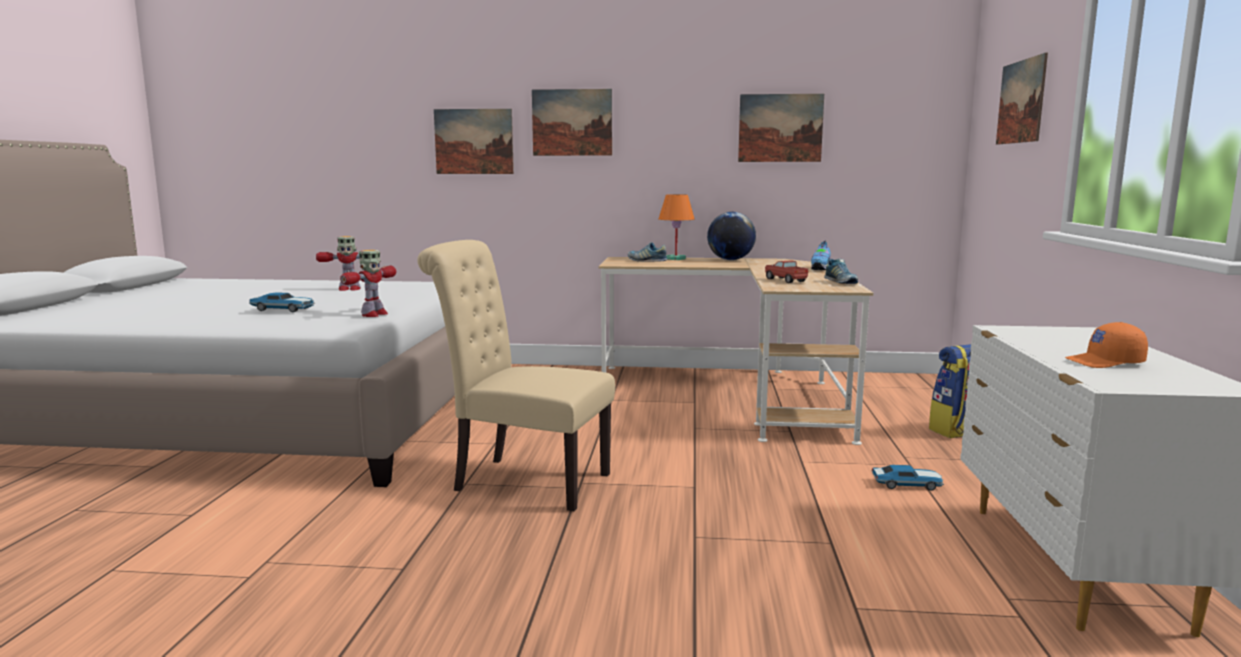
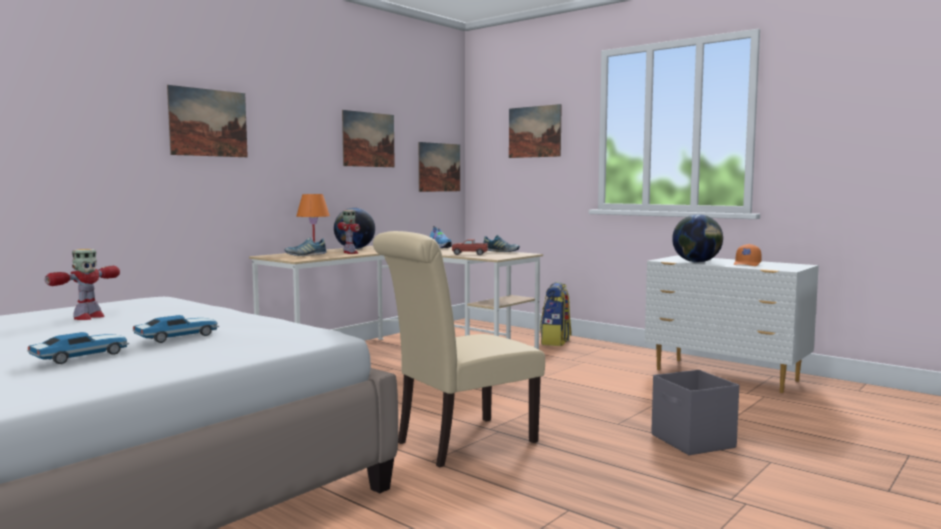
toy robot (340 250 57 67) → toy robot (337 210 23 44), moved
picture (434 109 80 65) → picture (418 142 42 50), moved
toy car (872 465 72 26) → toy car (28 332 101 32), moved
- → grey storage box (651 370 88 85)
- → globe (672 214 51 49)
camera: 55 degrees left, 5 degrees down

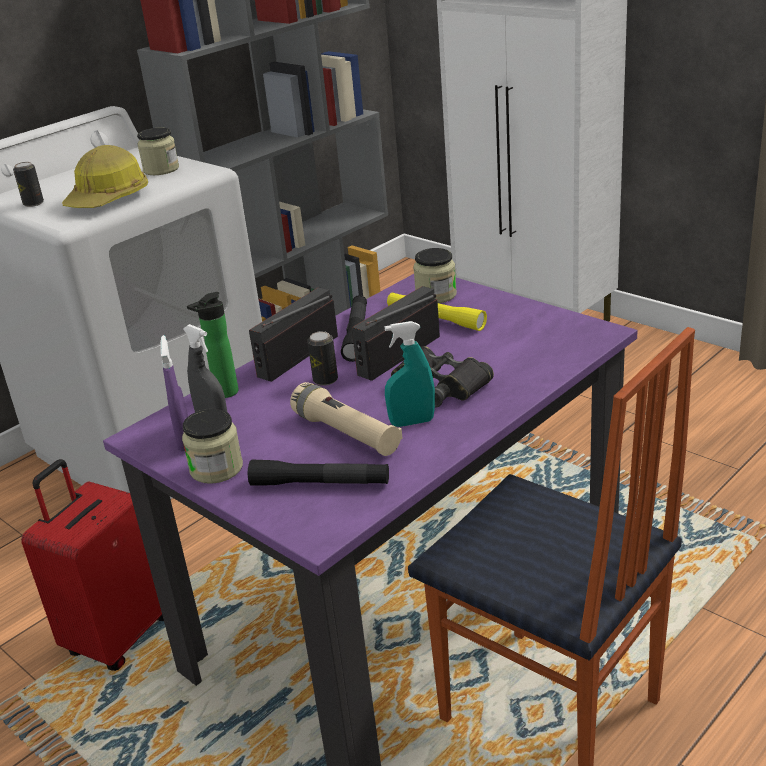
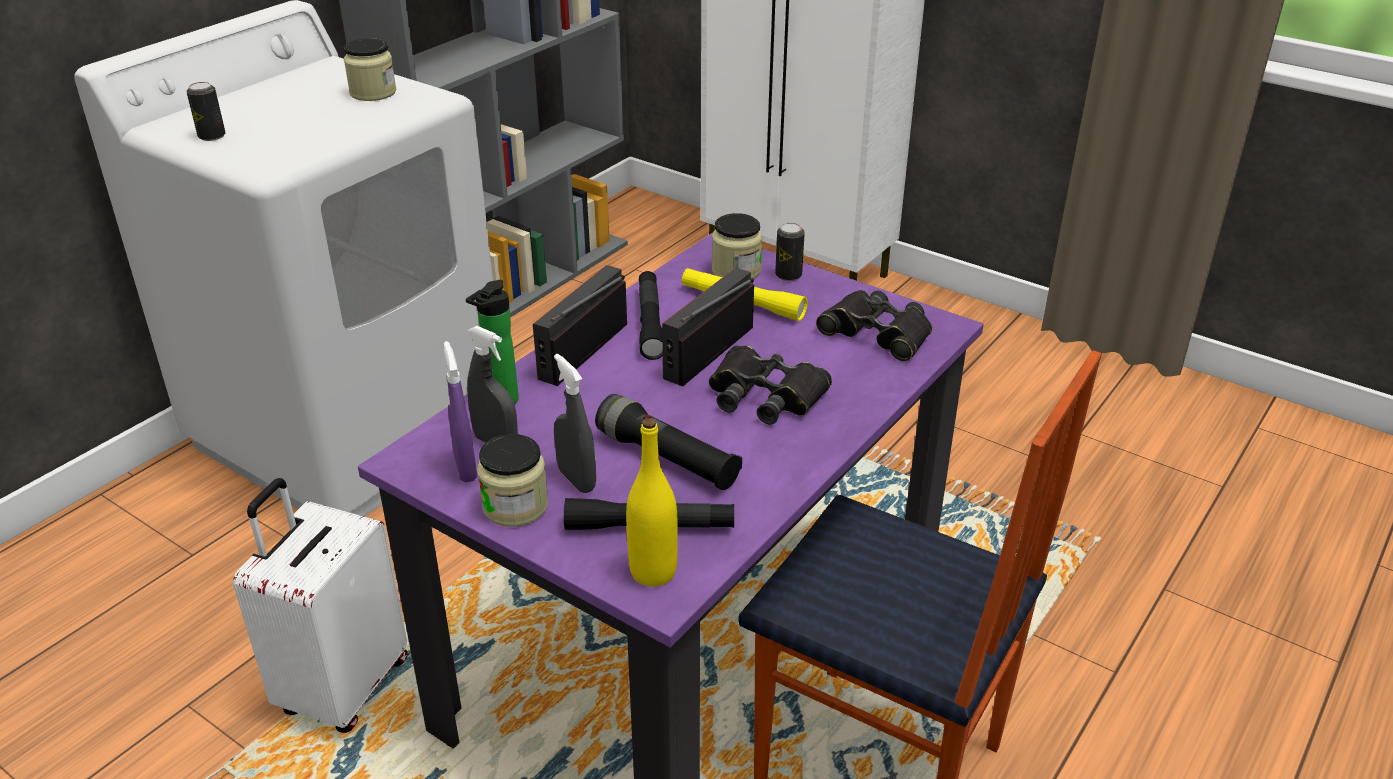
red suitcase (21 459 143 212) → white suitcase (233 478 174 255)
hard hat (62 145 86 63) → -
beige flashlight (290 382 113 74) → black flashlight (595 394 147 96)
can (307 331 31 55) → can (775 223 30 58), moved
turquoise spray bottle (385 321 50 106) → -
- → grey spray bottle (554 354 42 139)
- → yellow bottle (626 418 52 169)
- → black binoculars (816 290 116 71)
camera: 10 degrees left, 5 degrees up

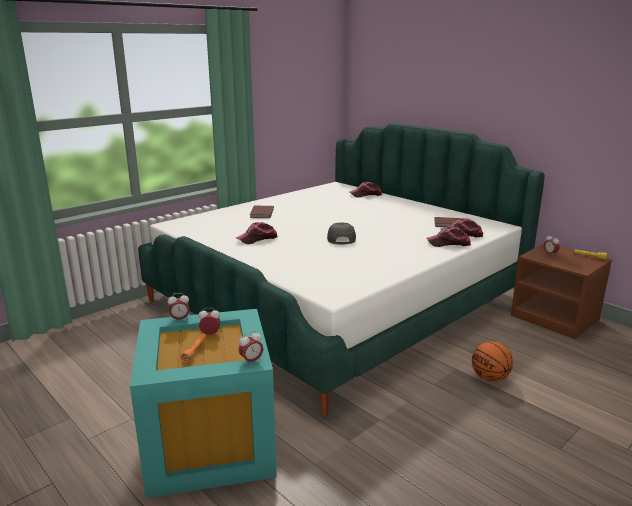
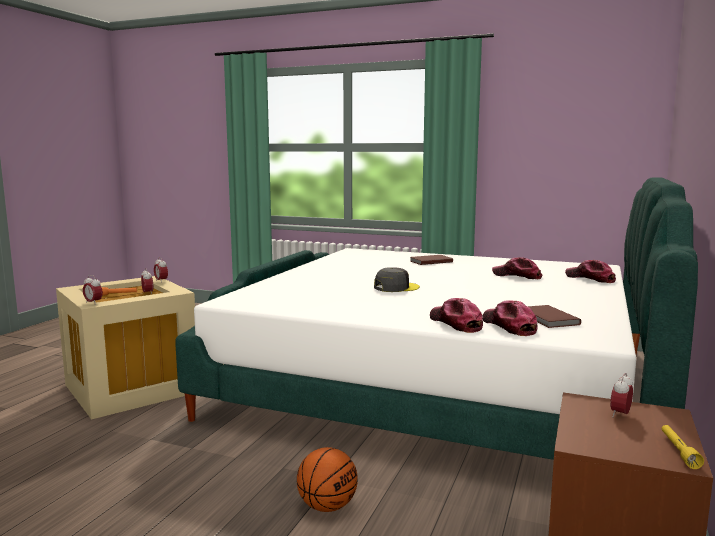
turquoise storage box (130 309 146 189) → beige storage box (56 276 139 143)
cap (236 222 42 22) → cap (492 257 50 22), moved
camera: 65 degrees right, 10 degrees down

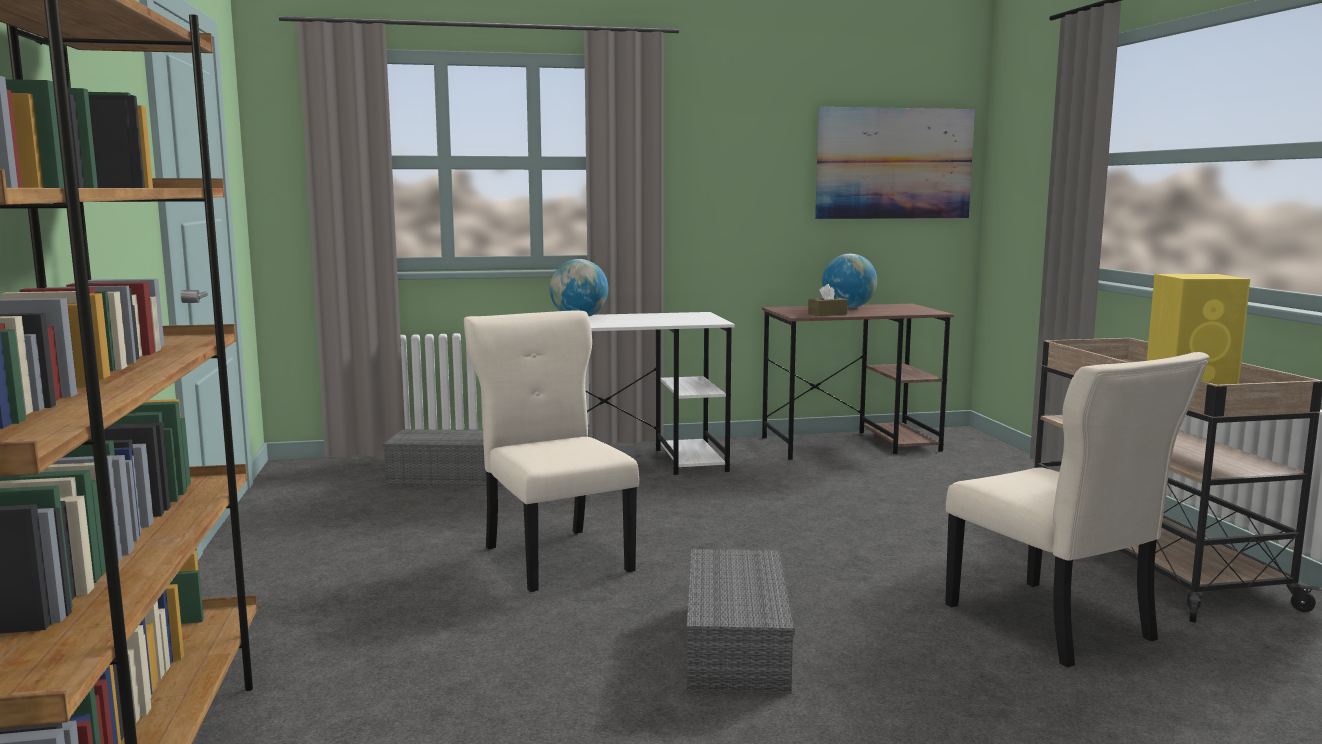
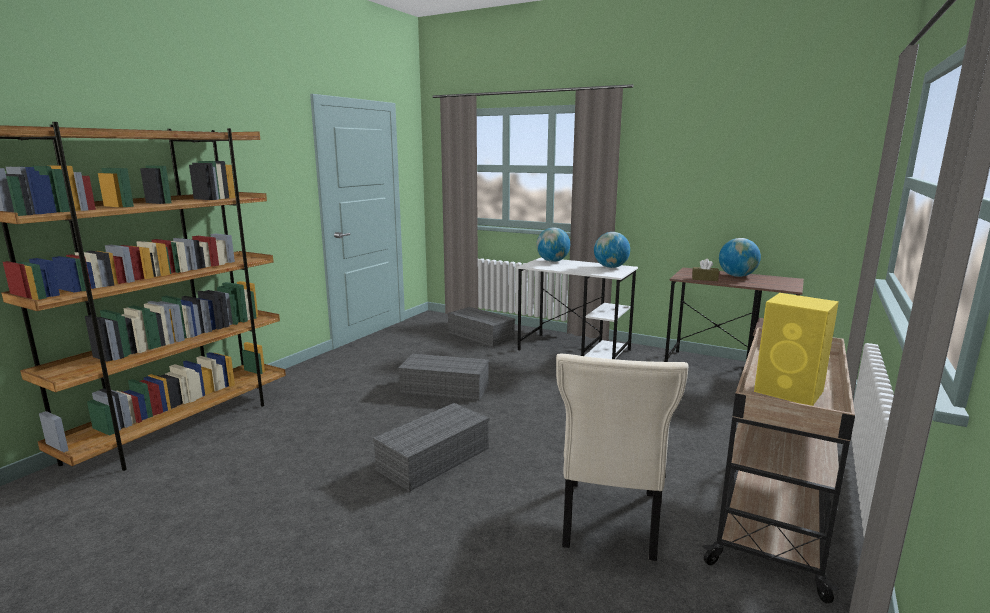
beige chair (464 311 175 281) → grey storage box (398 354 91 47)
picture (815 107 160 112) → -
- → globe (594 232 36 36)
camera: 40 degrees right, 5 degrees up

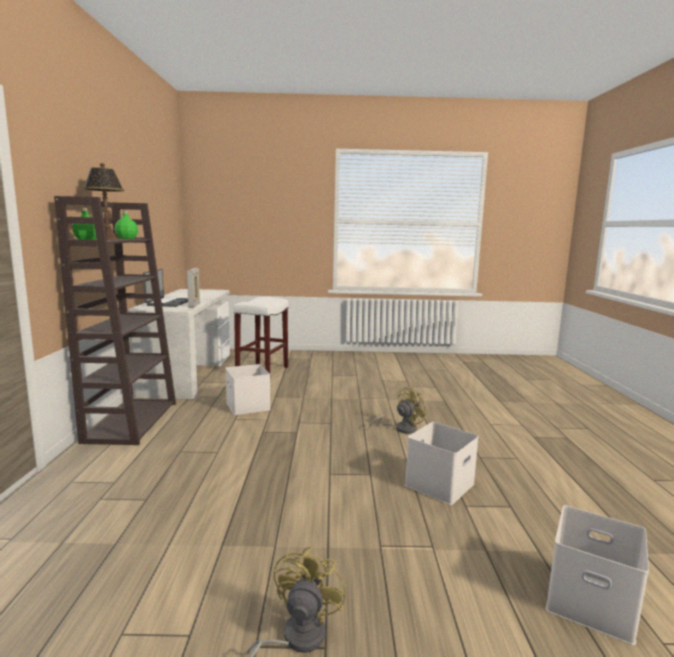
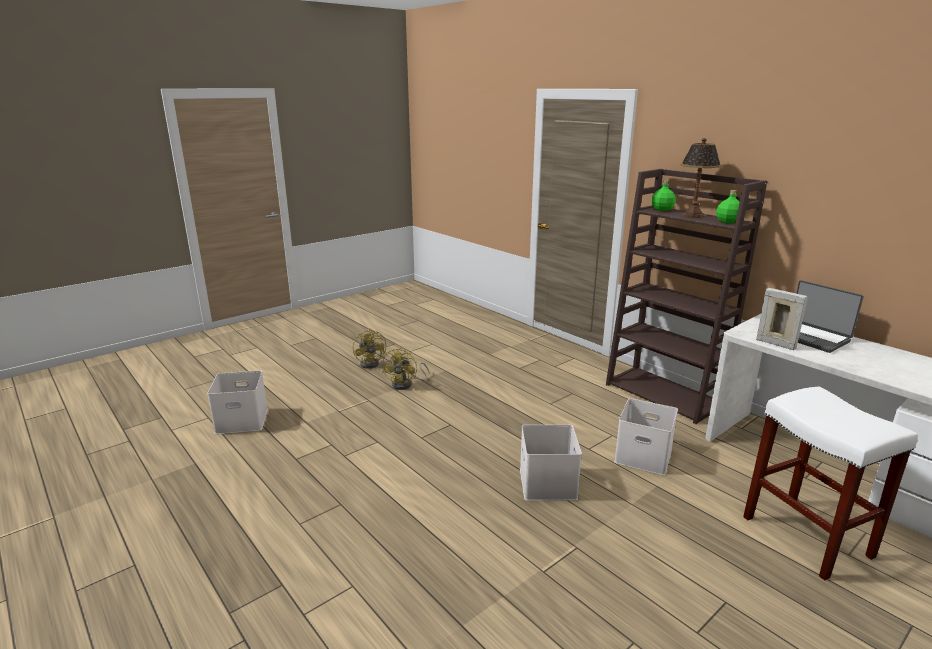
yellow fan (369 386 59 48) → yellow fan (382 347 47 43), moved
white storage box (405 422 74 83) → white storage box (520 425 62 76), moved
camera: 140 degrees right, 10 degrees up

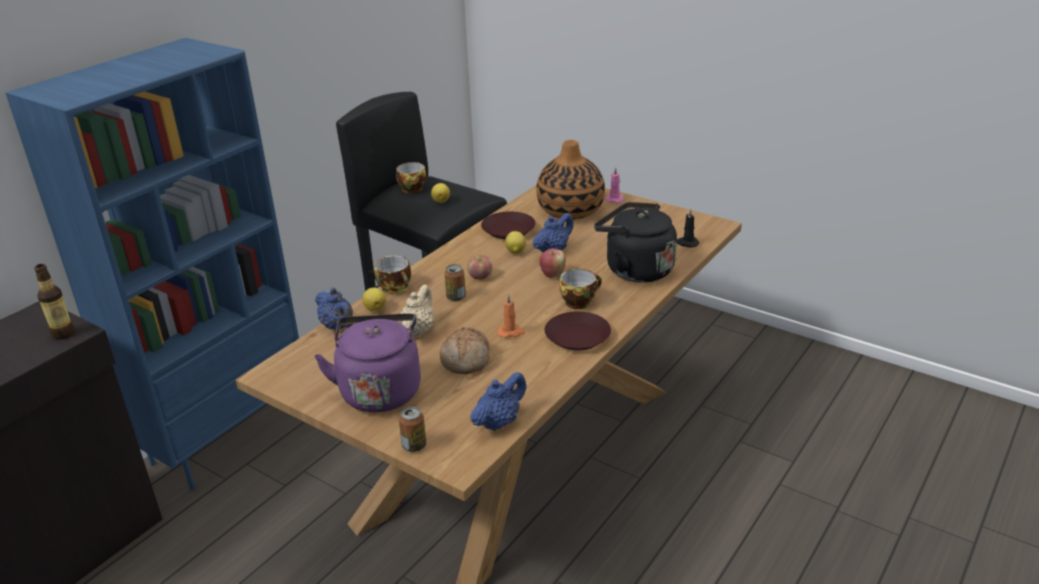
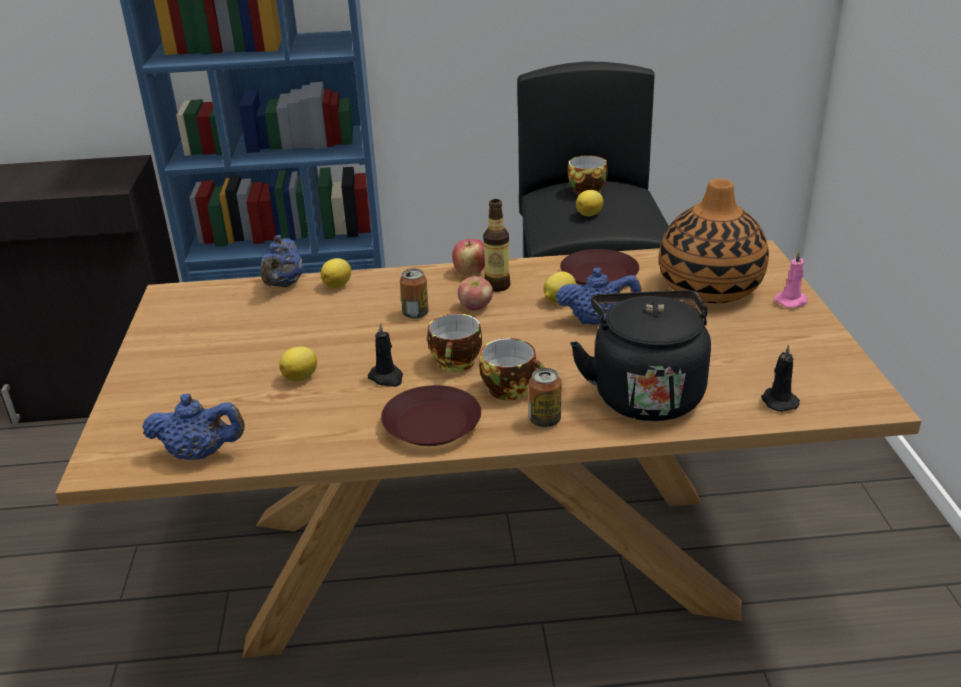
bottle (34 264 41 76) → bottle (483 199 27 93), moved
purple kettle (314 313 107 99) → -
cup (374 256 37 38) → cup (427 313 55 59), moved
beige teapot (399 284 36 53) → -
can (399 406 27 46) → can (529 368 33 60), moved
bread (440 327 50 47) → lemon (279 346 38 36)
orange candle (497 294 28 44) → black candle (368 322 35 65)
apple (540 248 26 30) → apple (452 239 33 37), moved
camera: 50 degrees right, 0 degrees up

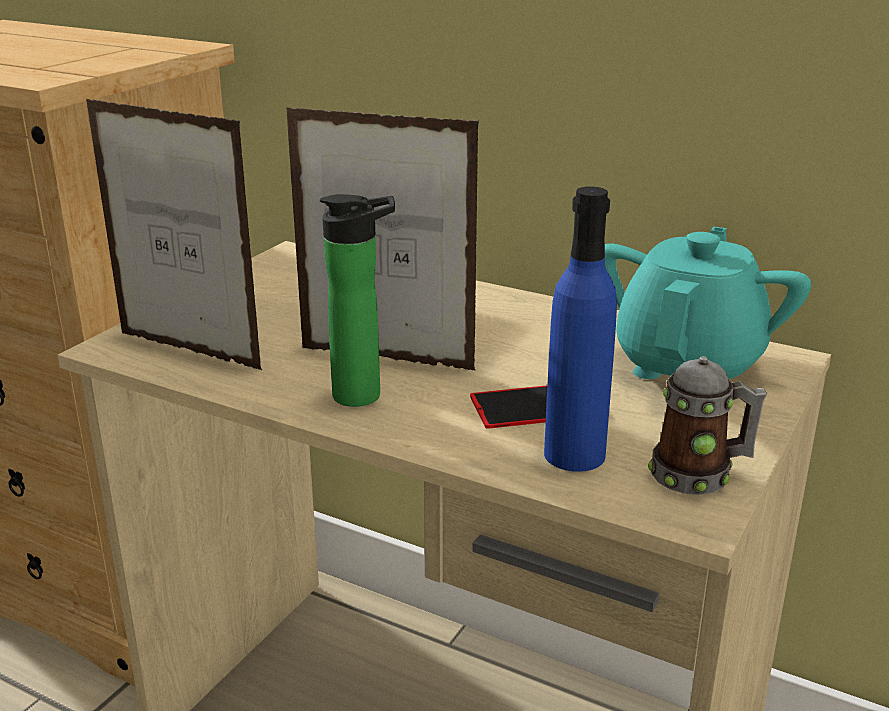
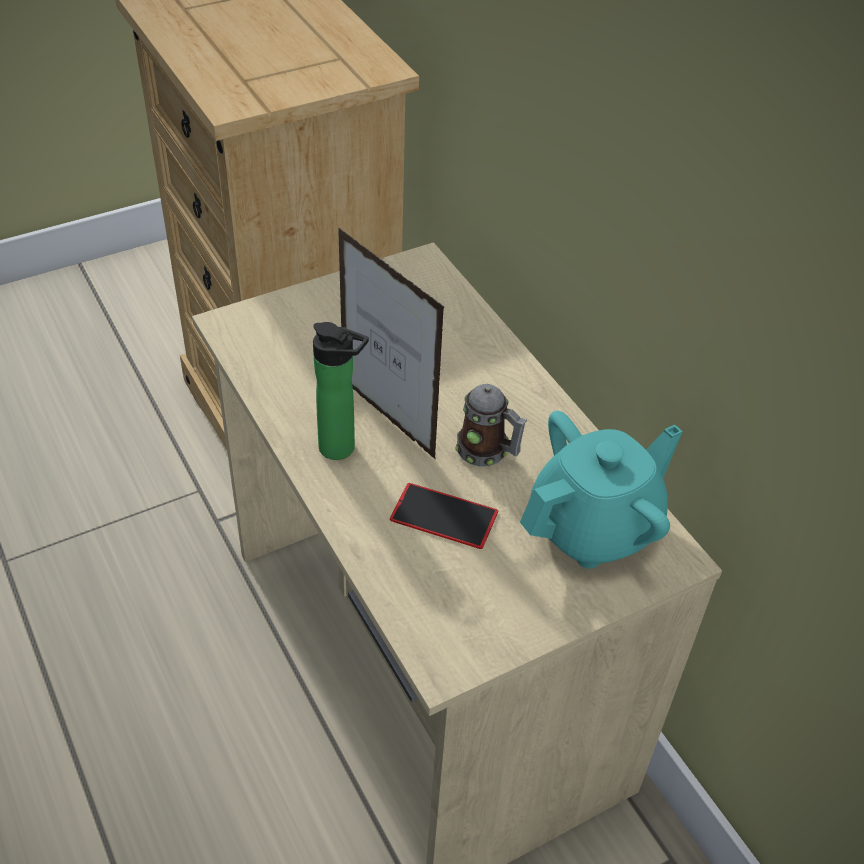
picture frame (86 99 176 271) → -
blue bottle (544 186 73 286) → -
mug (648 356 119 139) → mug (455 384 72 83), moved
camera: 30 degrees right, 20 degrees up

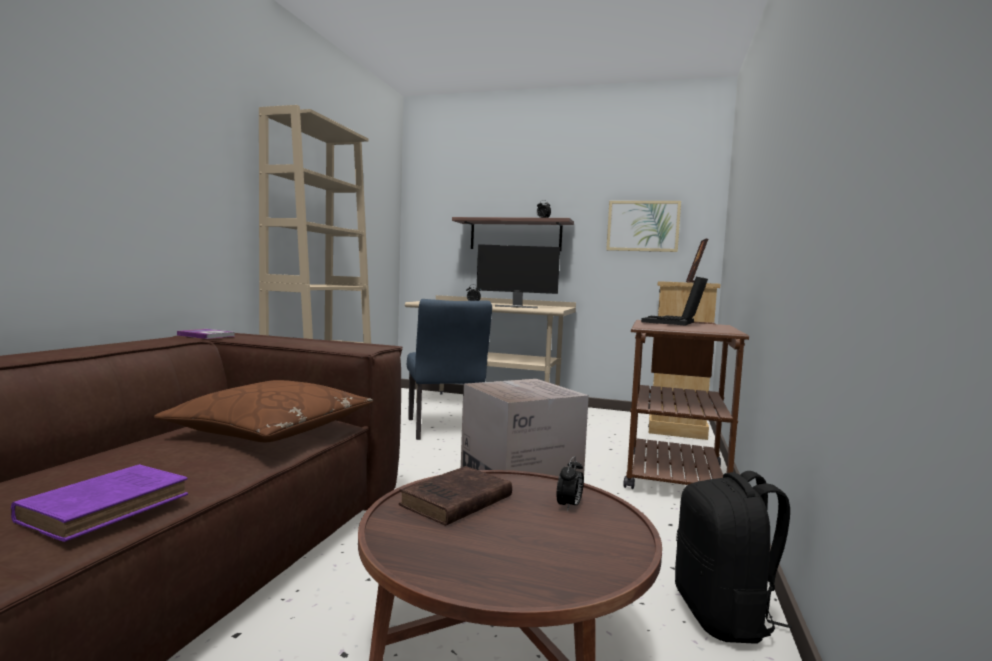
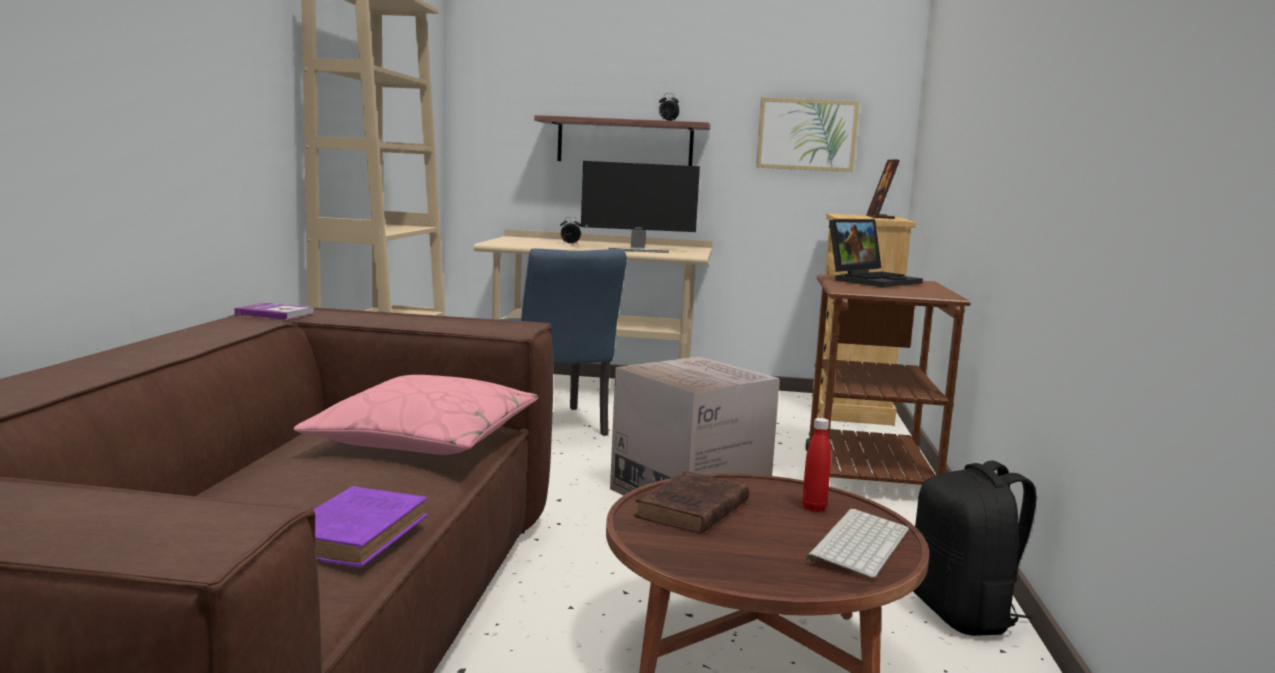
brown pillow (154 380 219 62) → pink pillow (293 375 245 80)
alarm clock (557 456 27 56) → red bottle (802 418 29 94)
laptop (641 277 67 48) → laptop (829 219 94 68), 150 degrees counterclockwise
- → keyboard (805 509 104 69)
camera: 10 degrees left, 5 degrees up

